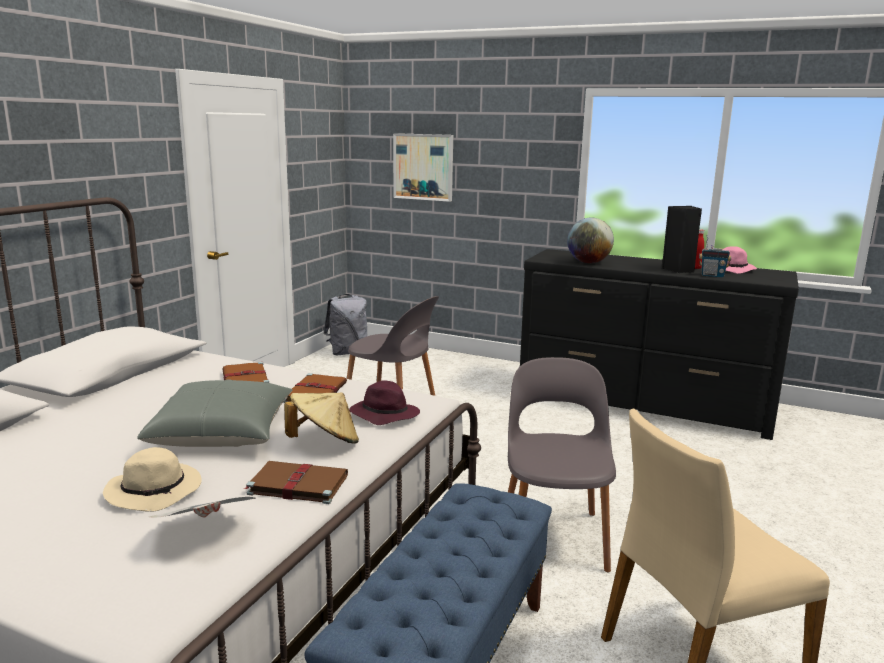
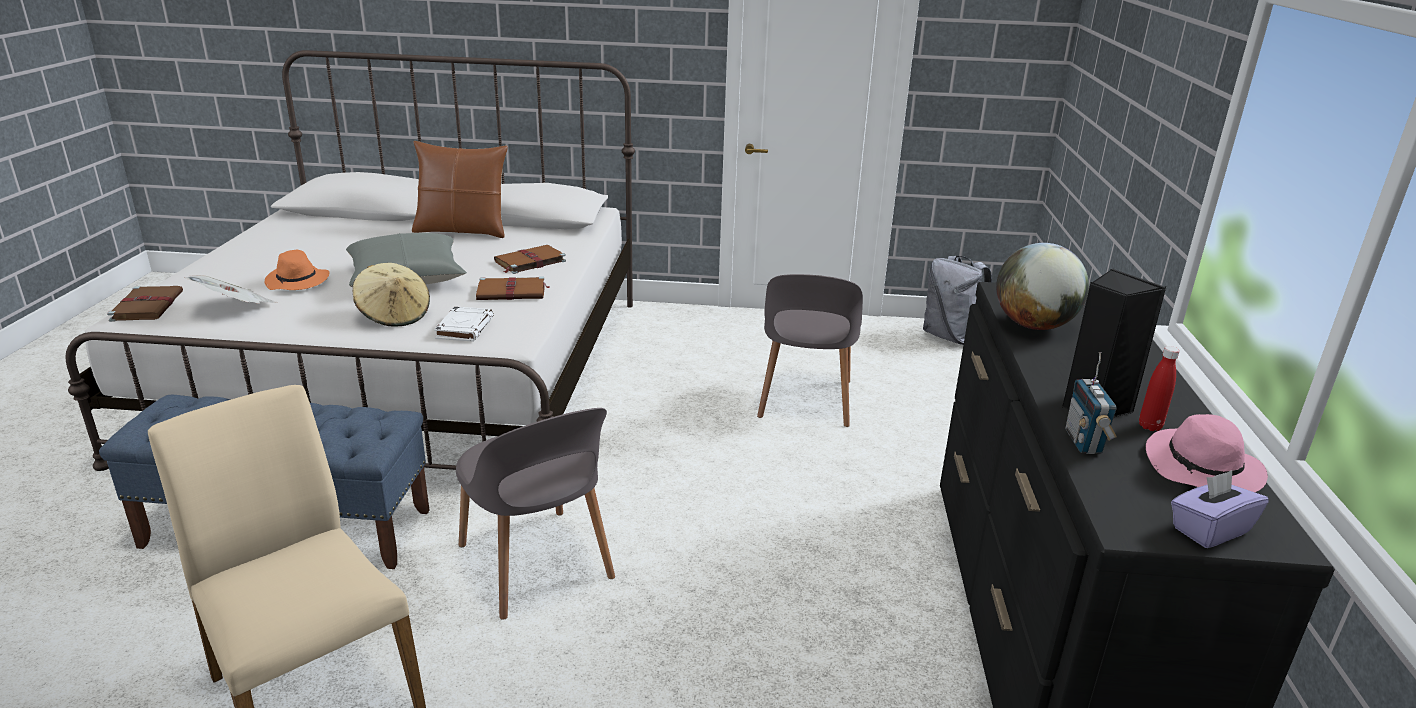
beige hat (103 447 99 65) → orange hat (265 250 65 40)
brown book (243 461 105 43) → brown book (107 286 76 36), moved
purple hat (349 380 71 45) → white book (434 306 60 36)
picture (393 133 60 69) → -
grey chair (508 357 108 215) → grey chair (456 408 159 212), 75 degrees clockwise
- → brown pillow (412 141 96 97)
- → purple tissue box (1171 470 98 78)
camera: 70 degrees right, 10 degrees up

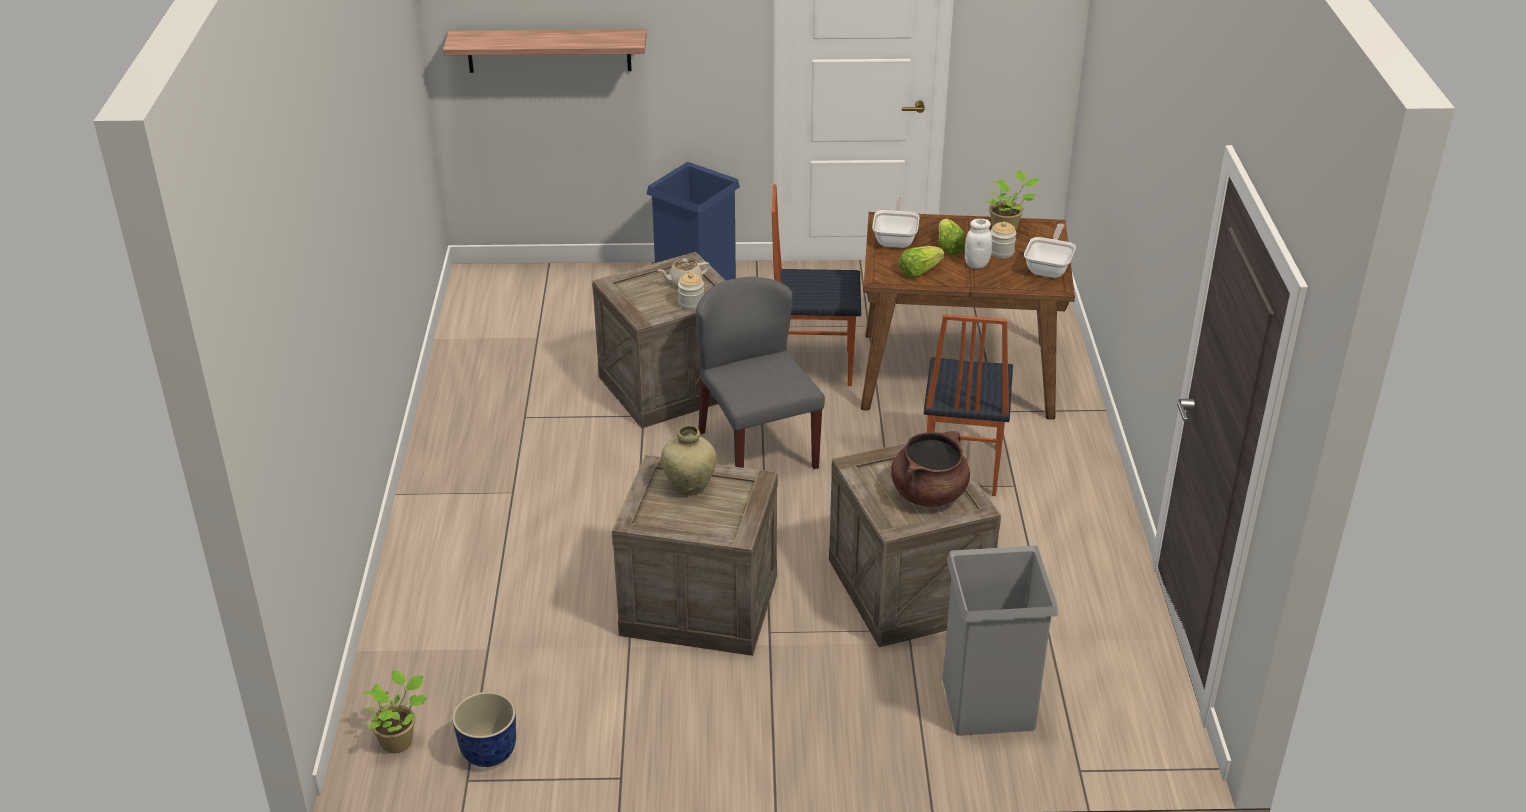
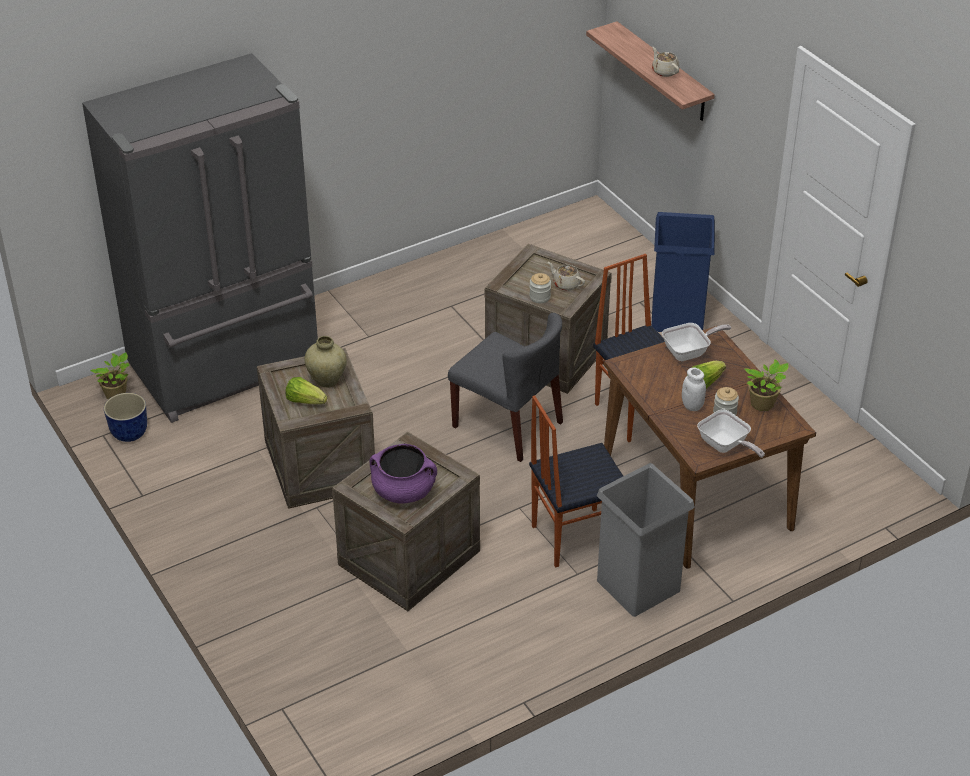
grey chair (696 277 129 192) → grey chair (448 313 115 149), 90 degrees clockwise
brown cooking pot (891 431 79 76) → purple cooking pot (369 444 68 60)
lettuce (899 246 45 32) → lettuce (286 377 41 27), moved
grey trash can (943 546 115 190) → grey trash can (597 463 98 154), moved
frying pan (1024 224 52 54) → frying pan (697 409 68 49), 60 degrees clockwise
- → grey fridge (82 53 236 370)
- → beige teapot (652 47 28 30)
camera: 60 degrees right, 5 degrees up

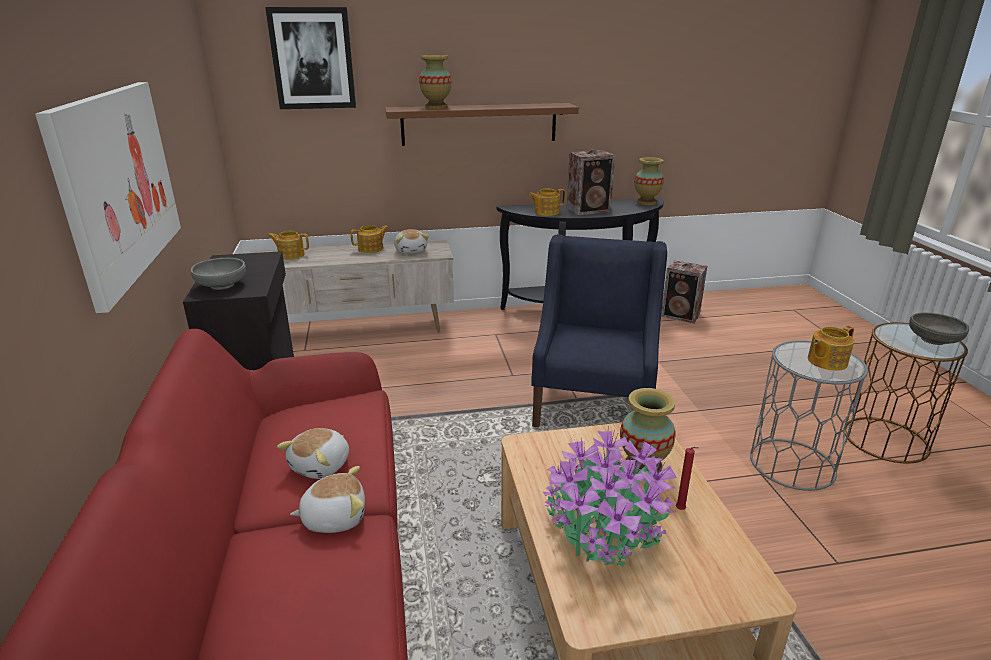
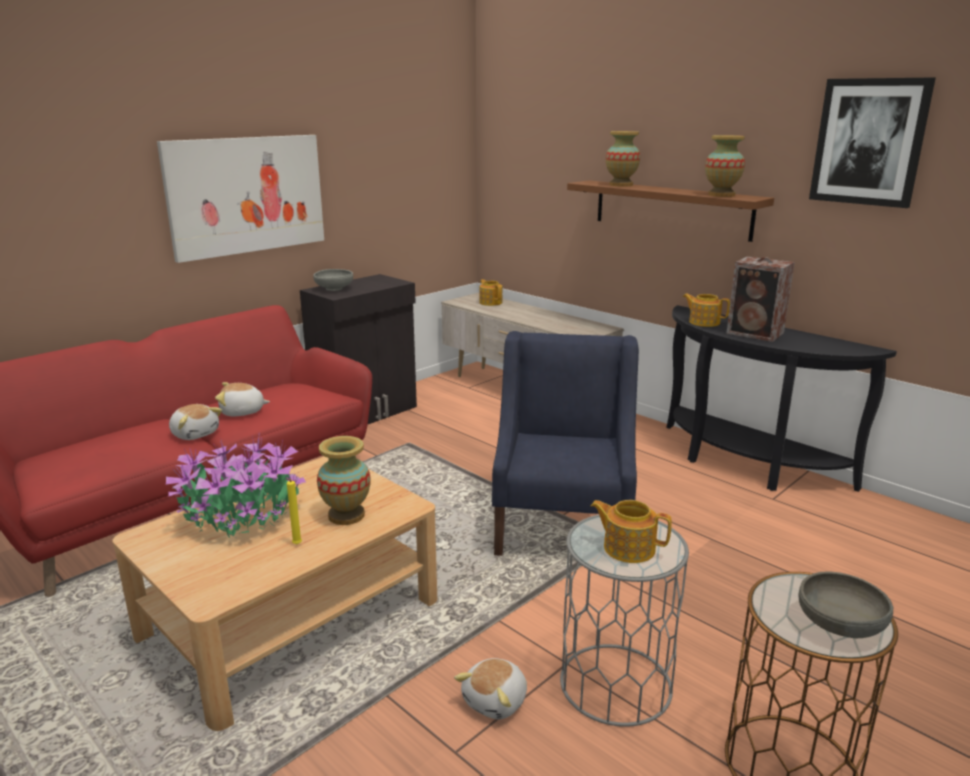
picture (265 7 91 102) → picture (809 78 127 130), moved
teapot (351 225 38 28) → -
plush toy (394 229 35 25) → plush toy (454 658 73 61), moved
blue armchair (531 234 136 193) → blue armchair (492 331 147 225), 60 degrees counterclockwise
vase (635 157 29 48) → vase (705 135 40 62), moved
speaker (661 260 46 63) → -
red candle (676 447 23 63) → yellow candle (285 479 17 66)
camera: 55 degrees right, 5 degrees down

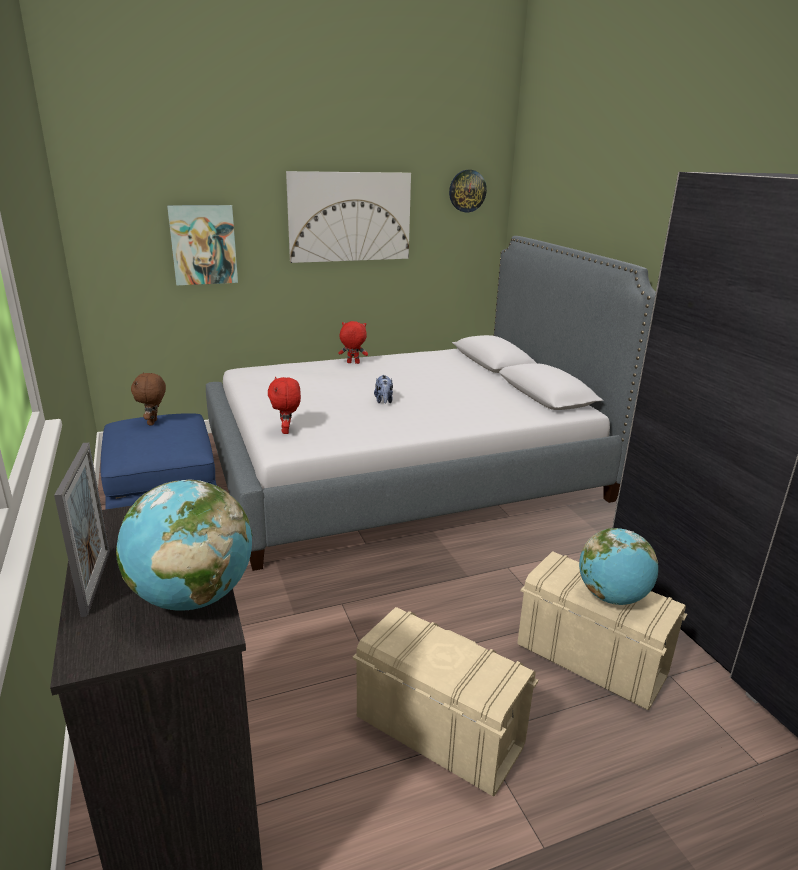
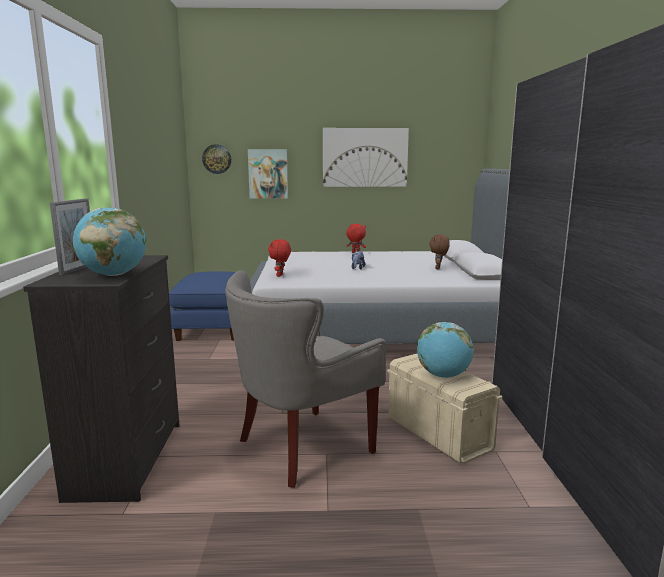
brown plush toy (131 372 35 53) → brown plush toy (429 234 21 35), moved
beige storage box (352 607 186 189) → grey armchair (225 270 161 218)
wall clock (449 170 38 42) → wall clock (202 144 29 30), moved
camera: 20 degrees right, 10 degrees down

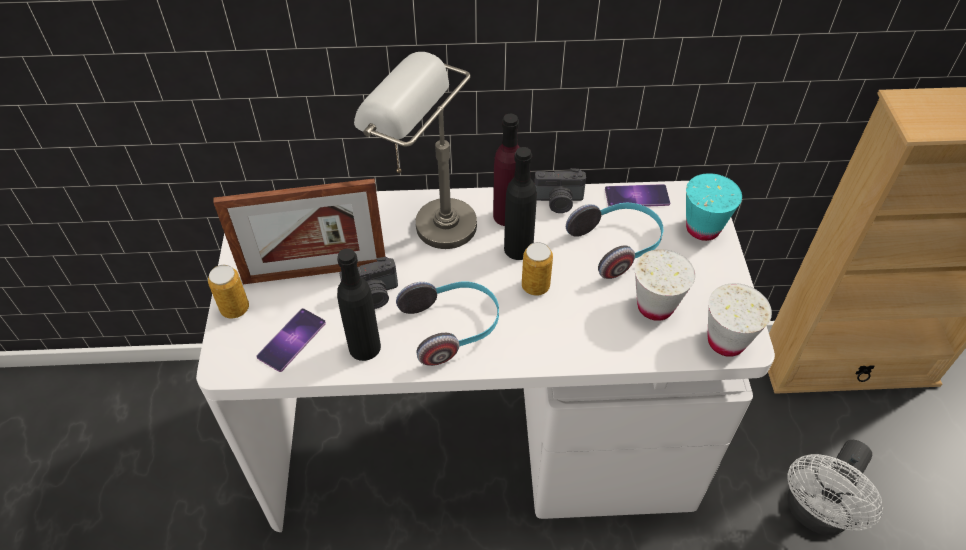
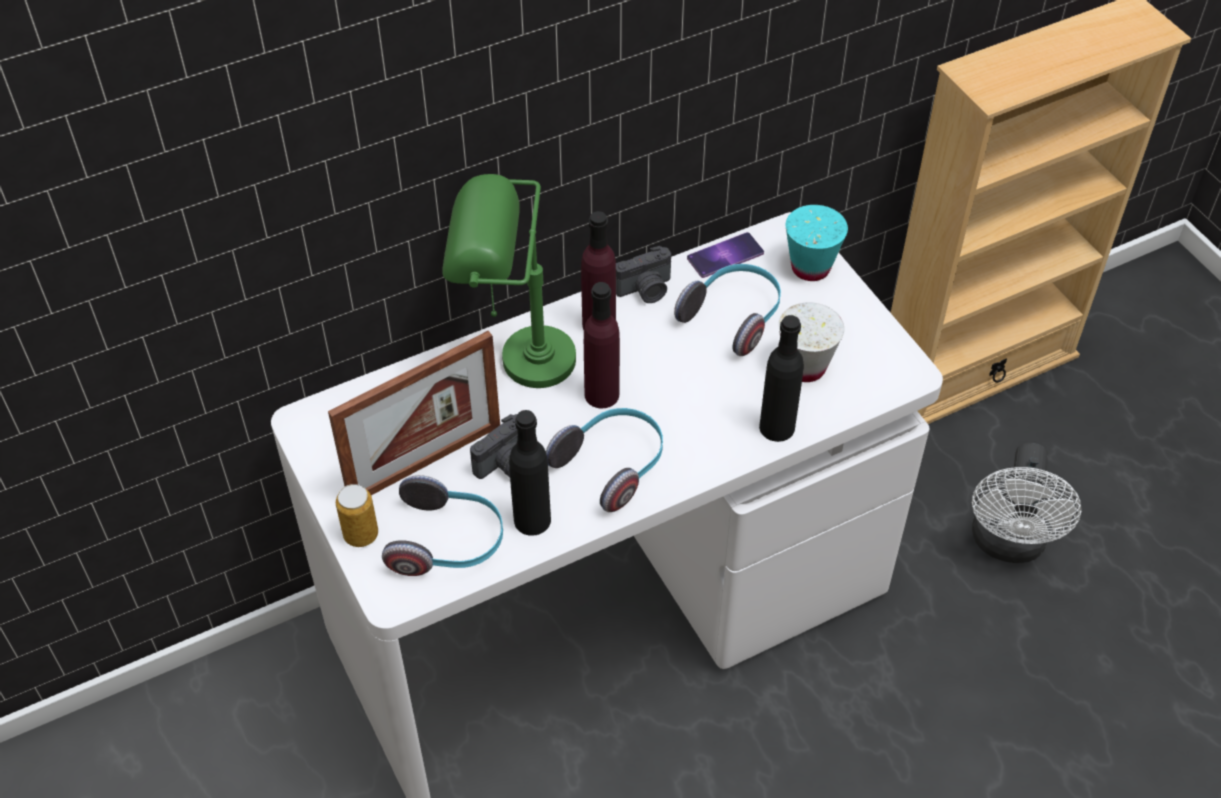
phone (256 308 70 64) → headphones (382 475 121 101)
grey table lamp (354 52 123 197) → green table lamp (442 174 134 214)
black bottle (504 147 33 113) → black bottle (759 315 45 127), moved
can (522 242 31 54) → -
white cup (708 283 64 74) → -
- → purple bottle (584 282 36 126)
camera: 25 degrees left, 0 degrees up

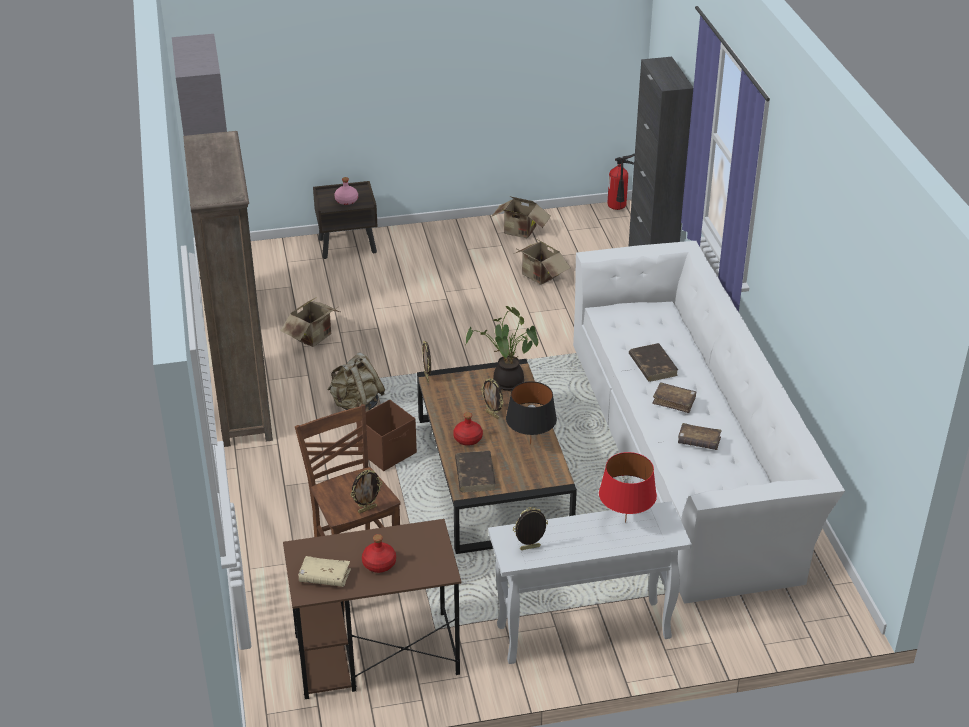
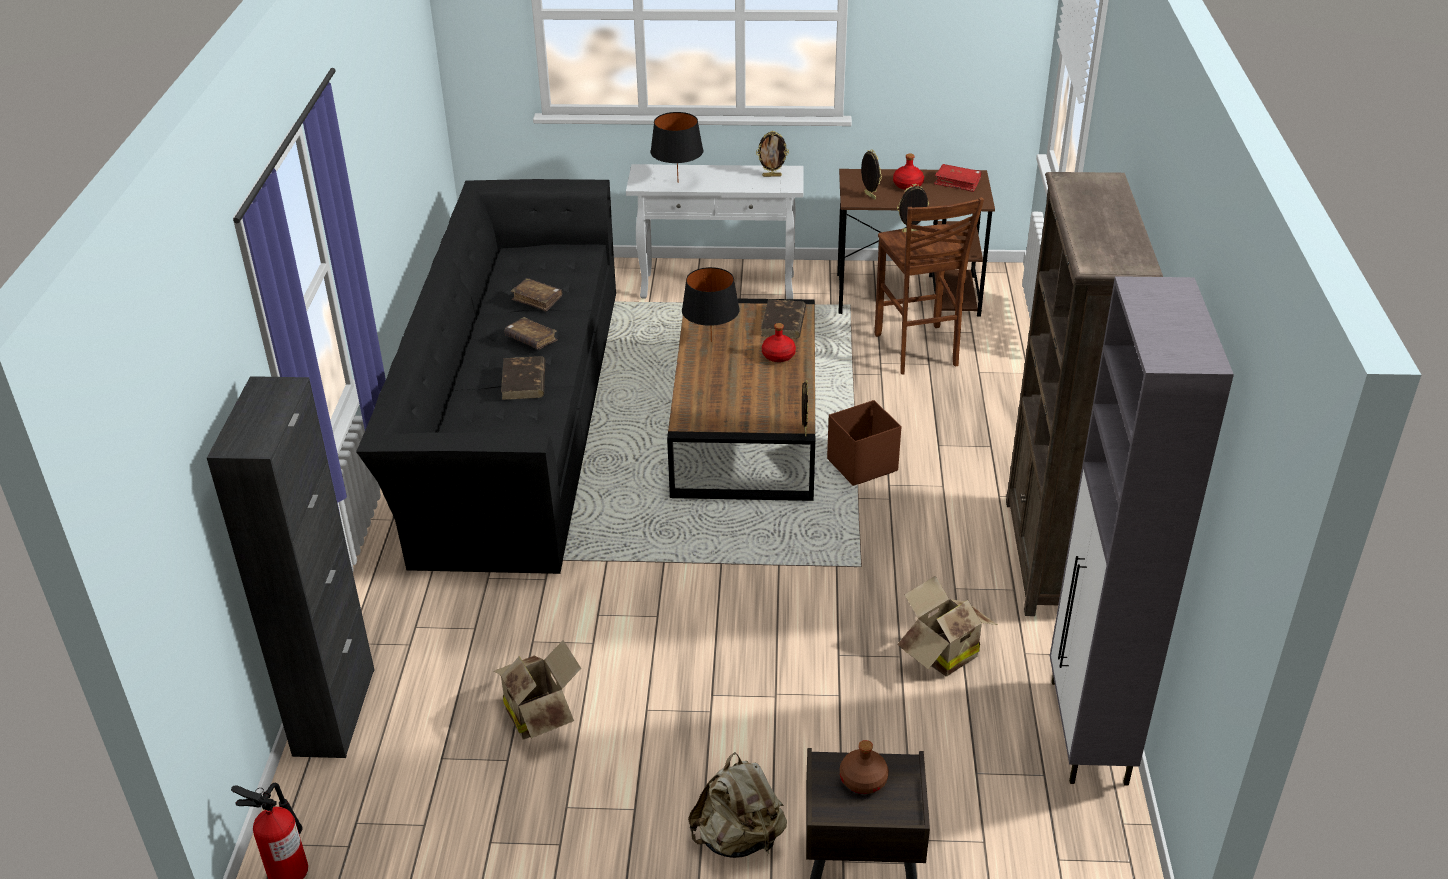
beige book (298 556 53 31) → red book (934 164 48 28)
beige backpack (327 352 58 60) → beige backpack (688 752 99 106), moved
pink bottle (334 177 24 28) → brown bottle (840 740 49 54)
potted plant (466 306 72 85) → -
picture frame (481 378 22 41) → picture frame (861 149 21 51), moved
cardboard box (491 196 60 42) → -
white sofa (573 241 272 363) → black sofa (356 179 260 395)
red table lamp (599 452 58 71) → black table lamp (650 112 53 71)
camera: 165 degrees left, 0 degrees up

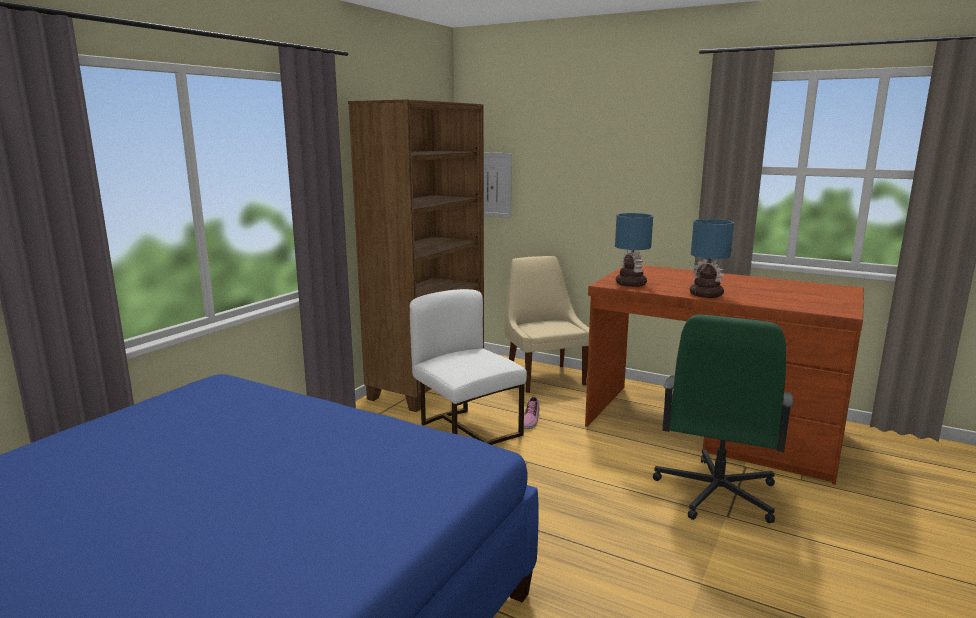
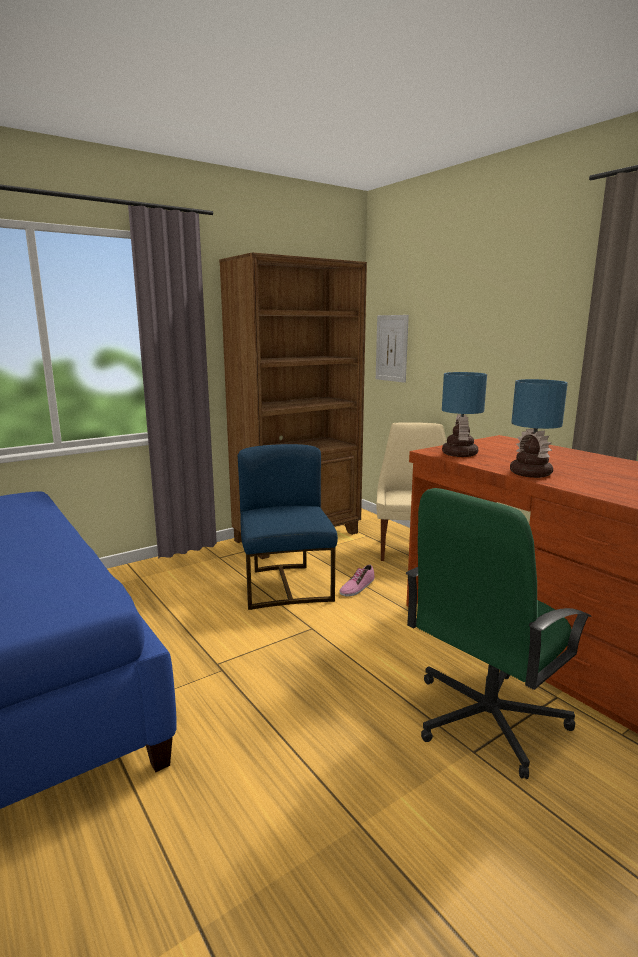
white chair (410 289 117 156) → blue chair (238 444 100 166)
camera: 25 degrees right, 0 degrees up

